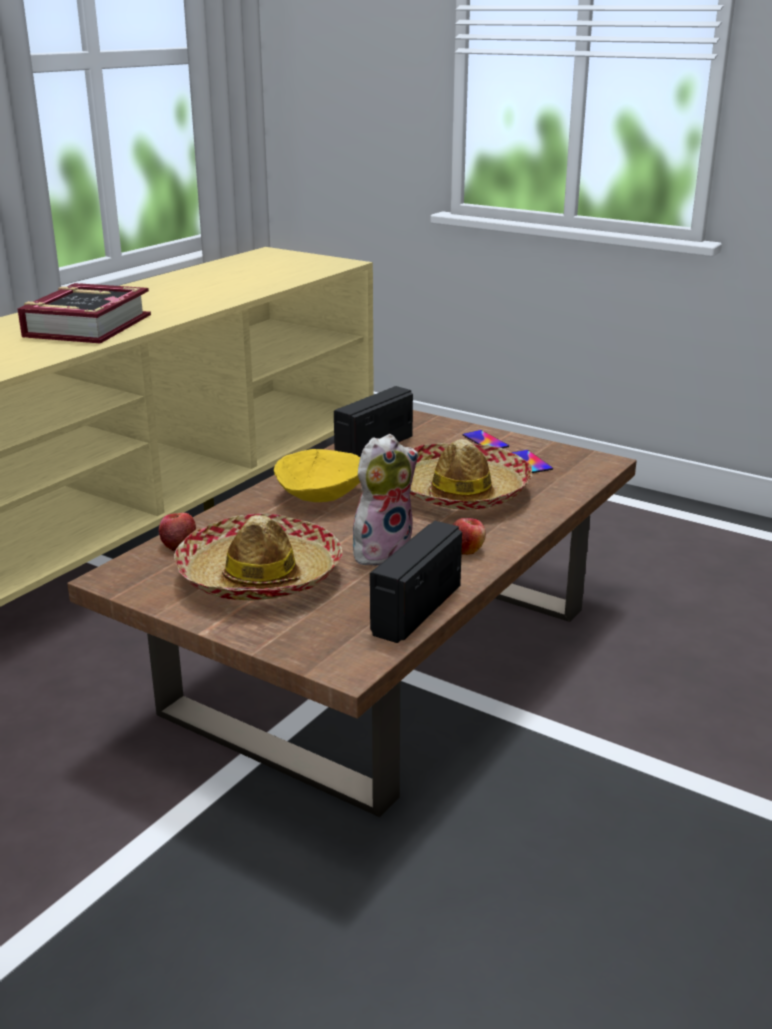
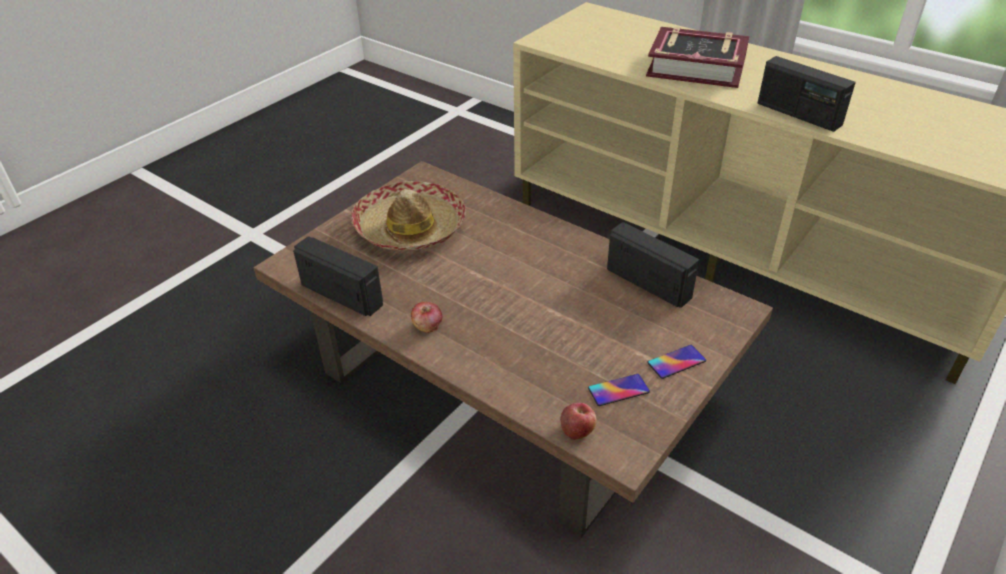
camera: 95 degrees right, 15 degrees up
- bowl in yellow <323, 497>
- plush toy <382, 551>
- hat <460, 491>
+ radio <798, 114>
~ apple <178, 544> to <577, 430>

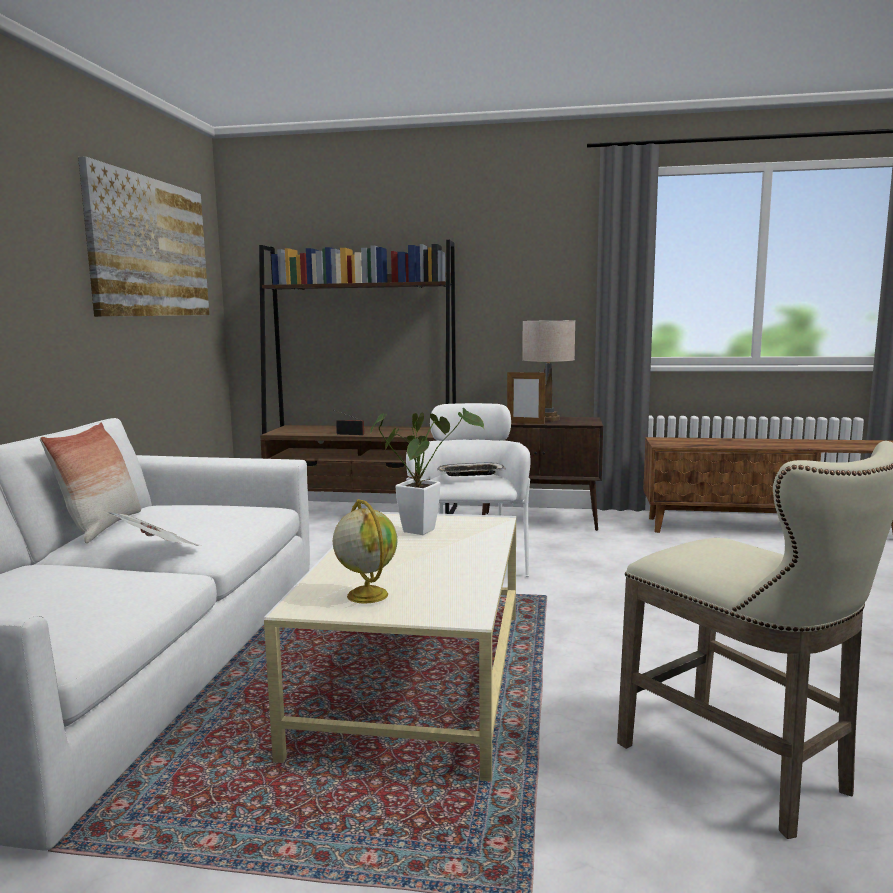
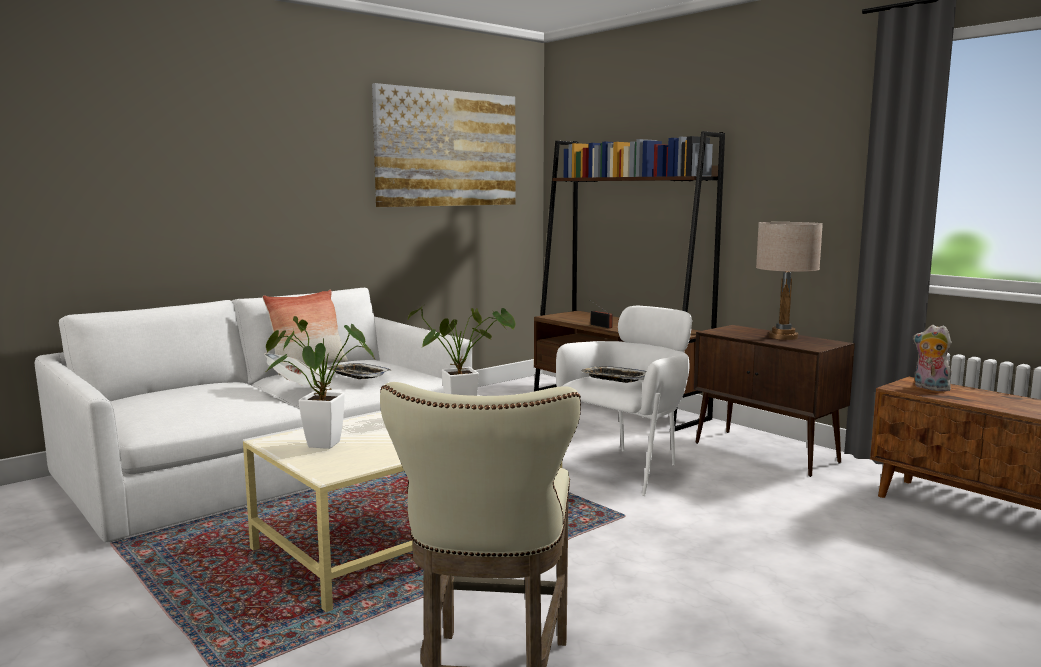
camera: 40 degrees right, 0 degrees up
- picture frame <525, 423>
+ tray <357, 375>
+ plush toy <929, 388>
~ globe <366, 595> to potted plant <317, 444>

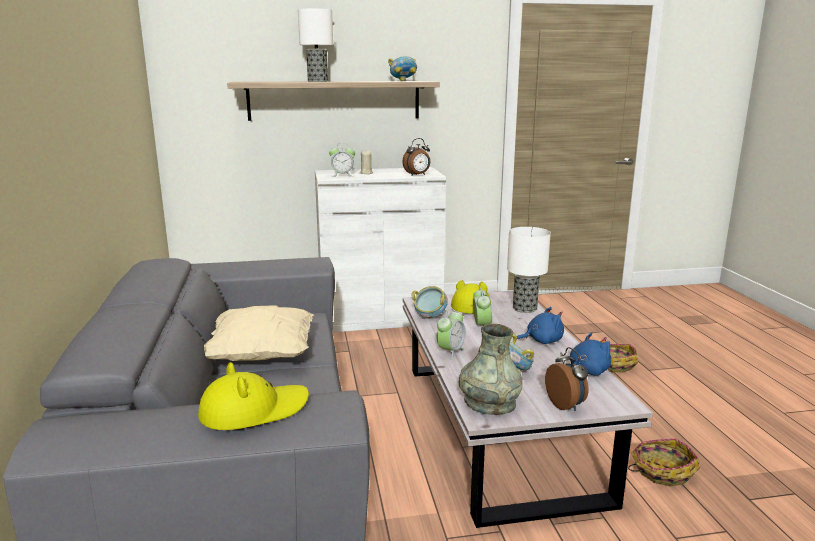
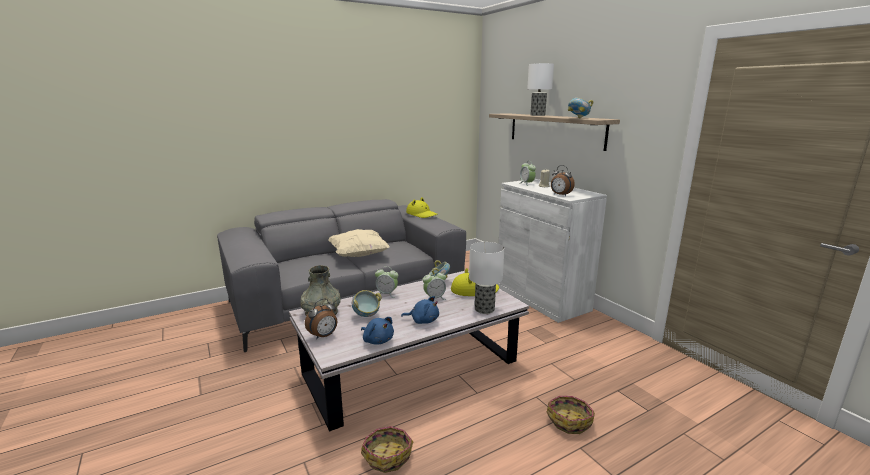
camera: 70 degrees right, 0 degrees up
~ hat in yellow <253, 410> to <421, 214>
~ plush toy in blue <541, 341> = <423, 320> 45 degrees counterclockwise

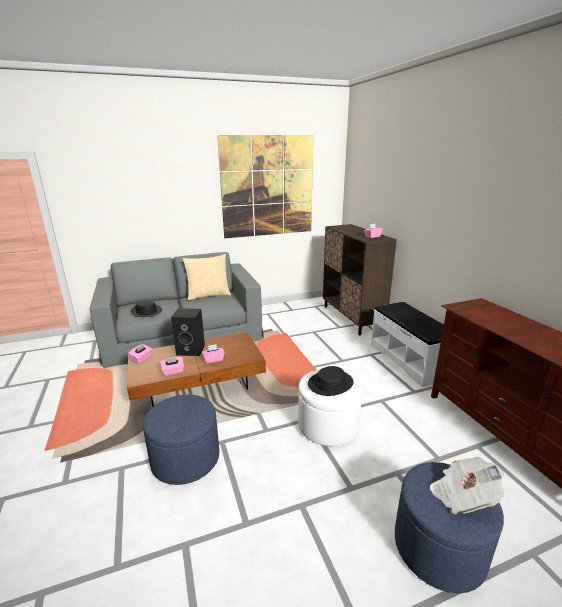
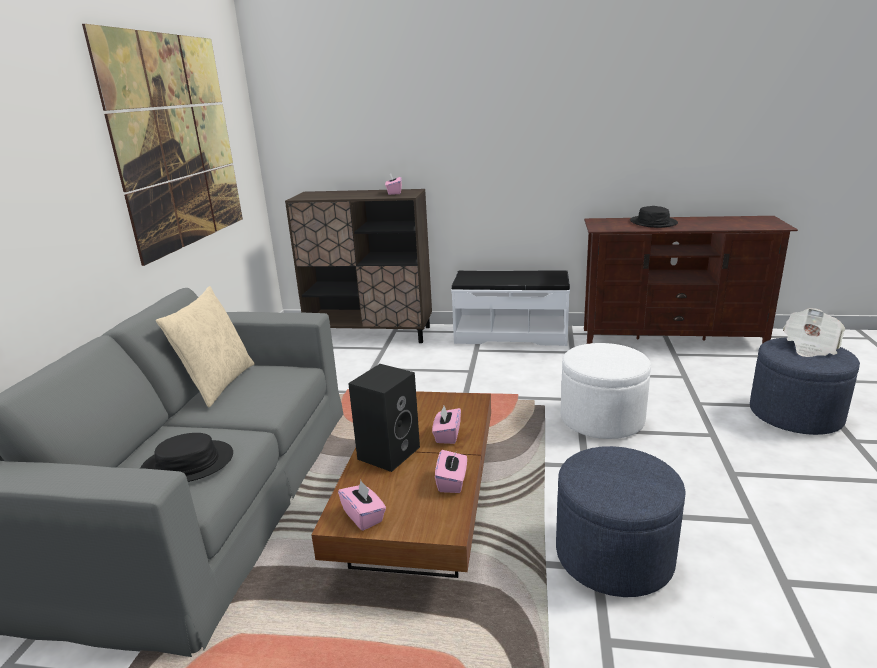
camera: 60 degrees left, 0 degrees up
~ hat in black <330, 383> to <653, 222>

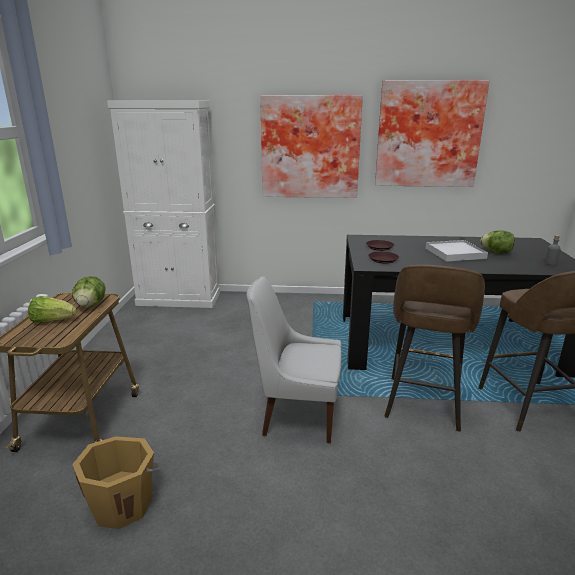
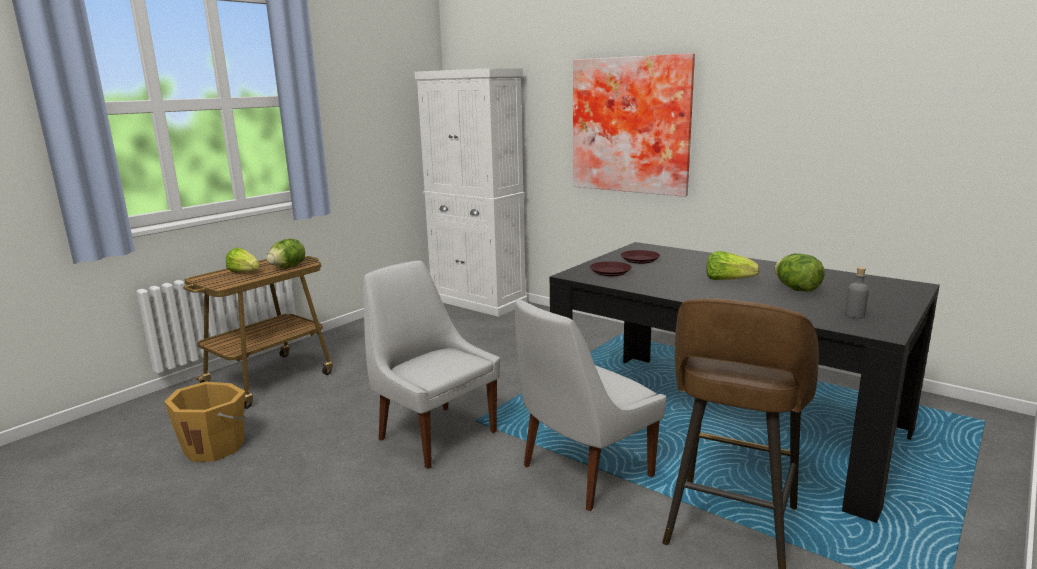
camera: 35 degrees right, 5 degrees down
- picture <428, 135>
~ stool in brown <422, 405> to chair in white <583, 473>
~ tray in white <454, 253> to lettuce <728, 280>

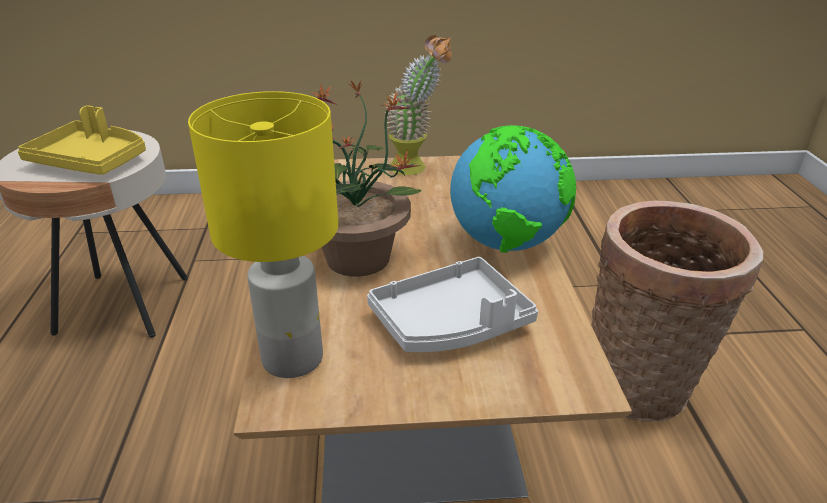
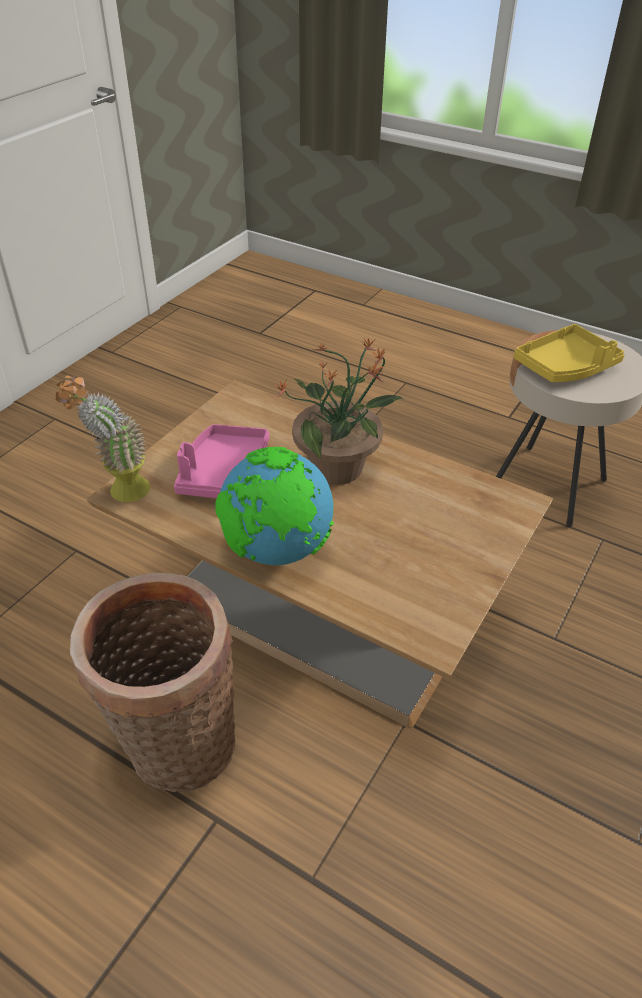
camera: 125 degrees right, 10 degrees up
- table lamp in yellow <292, 357>
~ potted plant <417, 168> to <120, 493>
~ tray in grey <451, 323> to tray in pink <224, 473>

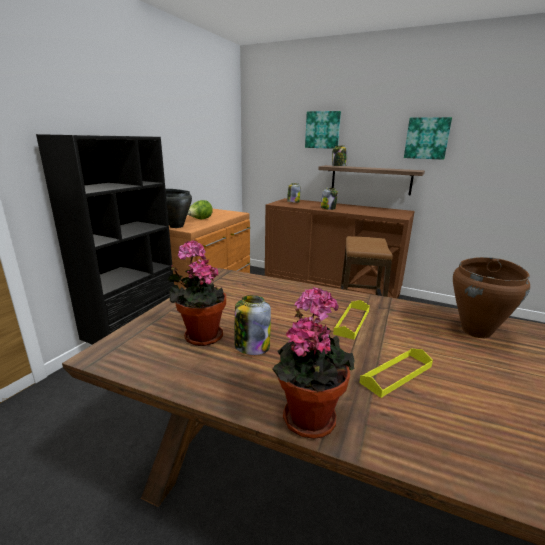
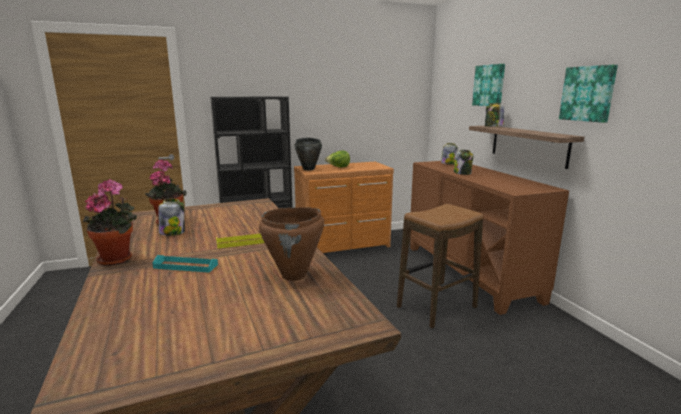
camera: 45 degrees right, 5 degrees down
~ tray in yellow <396, 374> to tray in turquoise <185, 266>

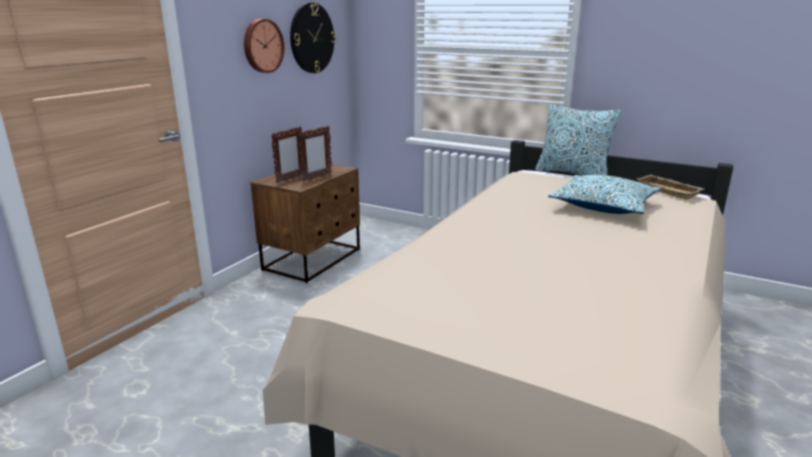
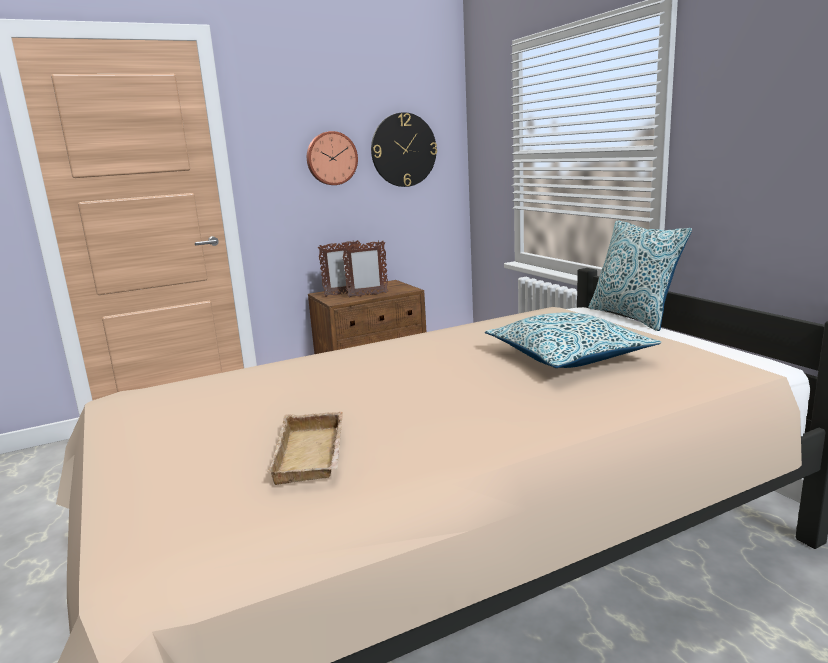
camera: 35 degrees right, 5 degrees down
~ tray in beige <669, 191> to <313, 455>

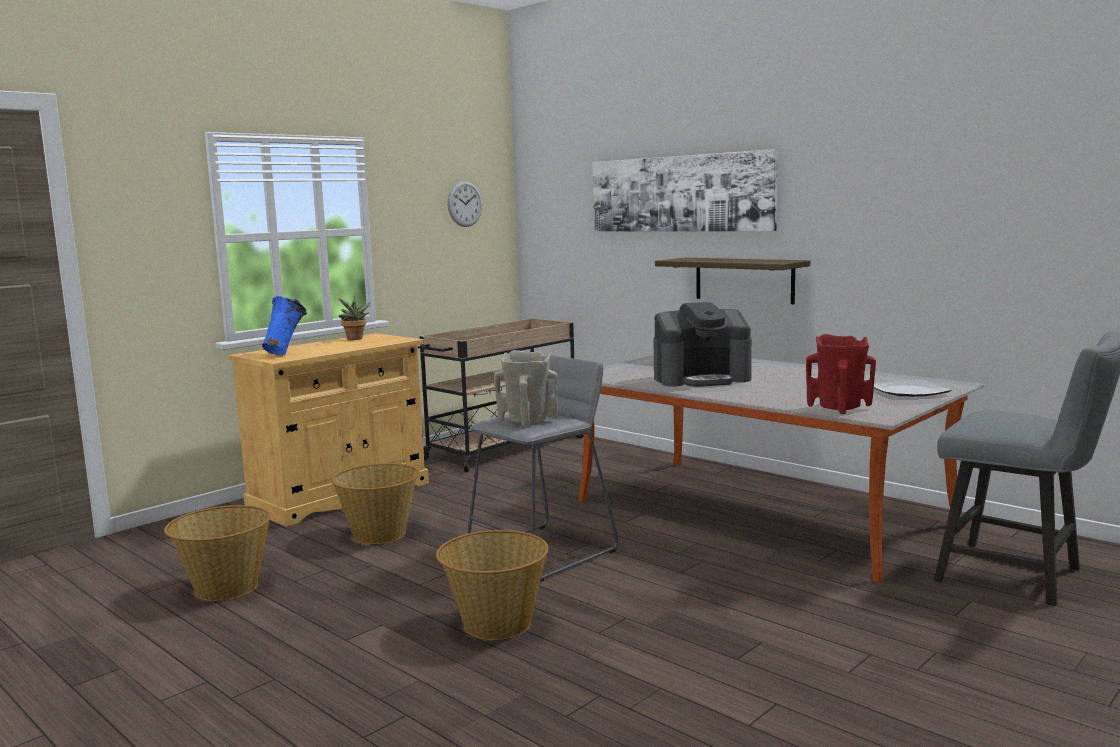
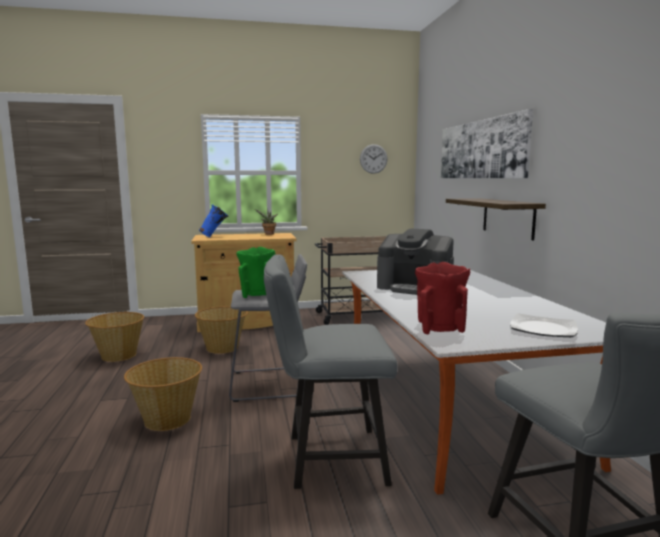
camera: 35 degrees right, 0 degrees up
+ chair in grey <327, 459>
~ vase in beige <527, 421> to vase in green <257, 294>

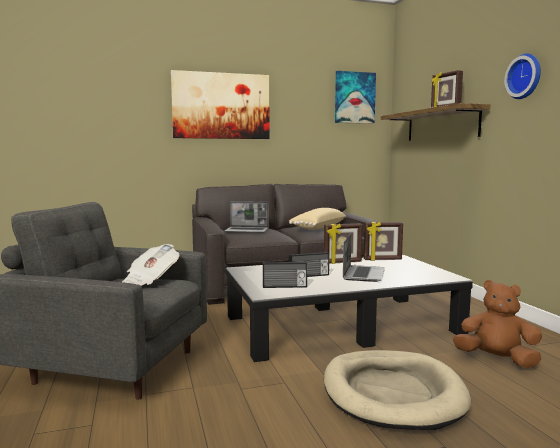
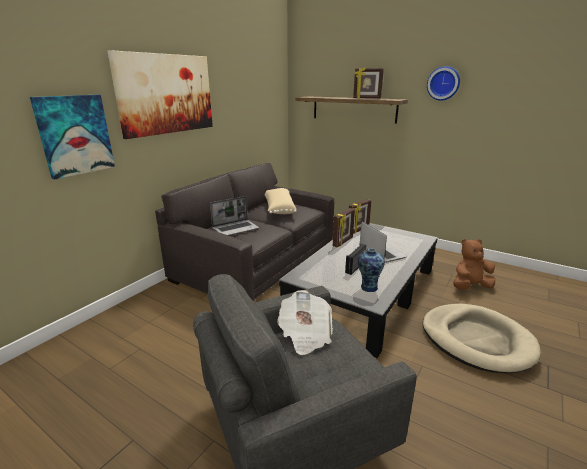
camera: 40 degrees left, 15 degrees up
~ picture <354, 98> to <75, 135>
~ radio <284, 286> to vase <368, 287>

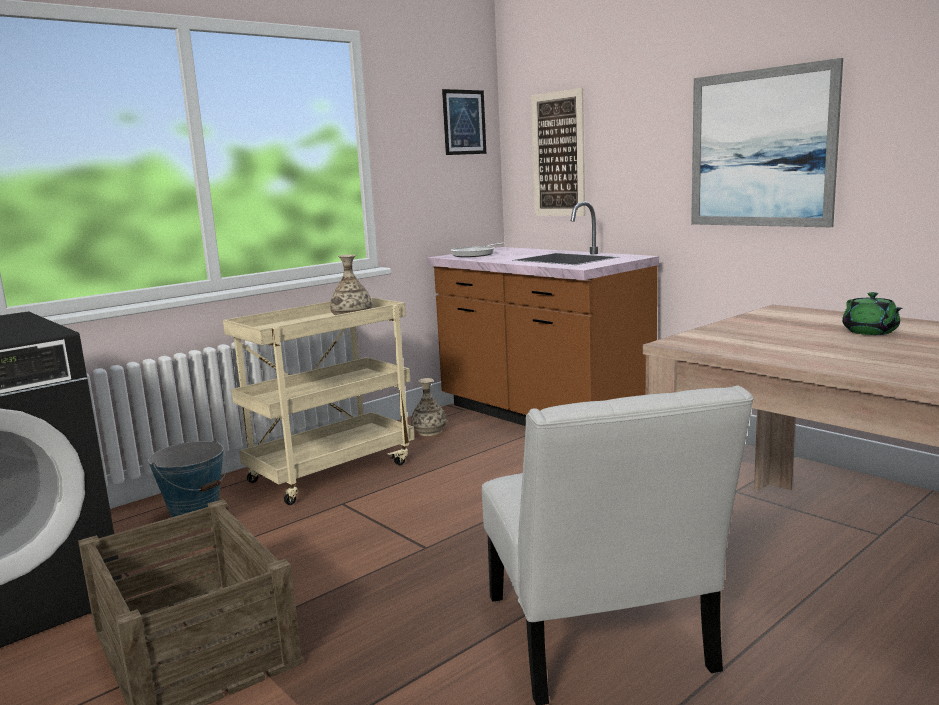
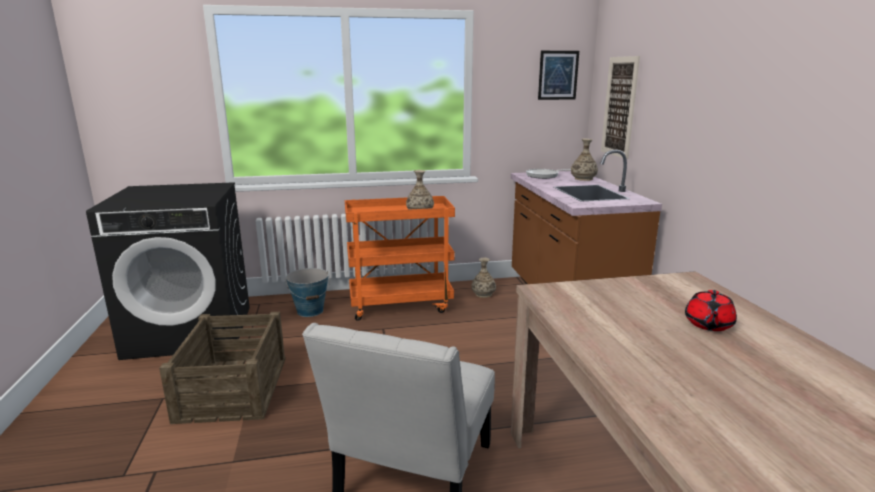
camera: 30 degrees right, 5 degrees up
- picture <761, 149>
+ vase <583, 179>
~ cart in beige <332, 471> to cart in orange <401, 305>
~ teapot in green <870, 332> to teapot in red <708, 324>

